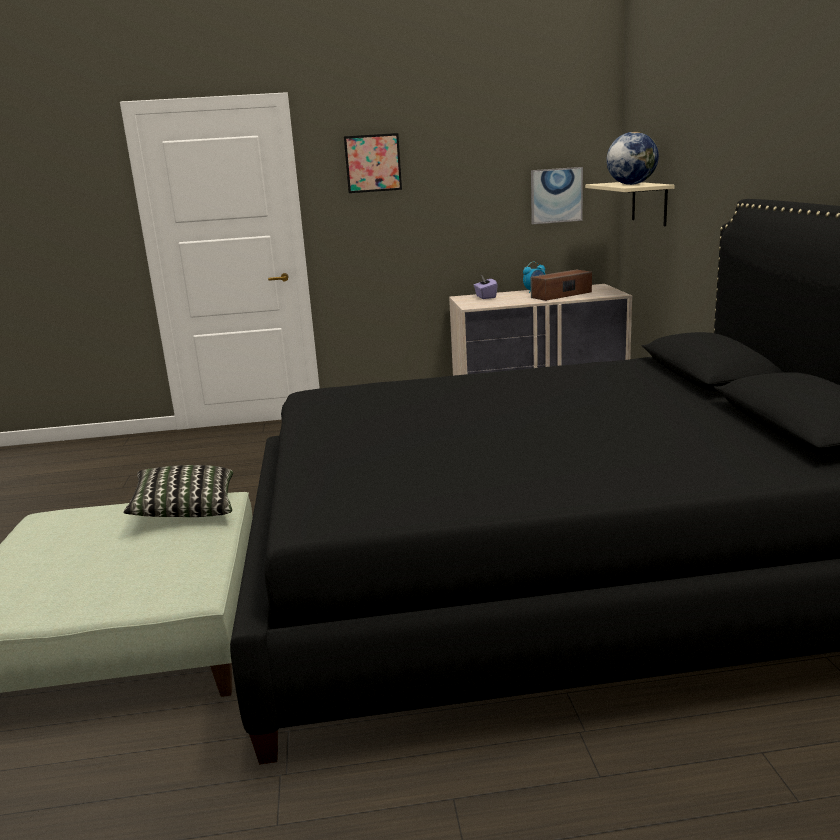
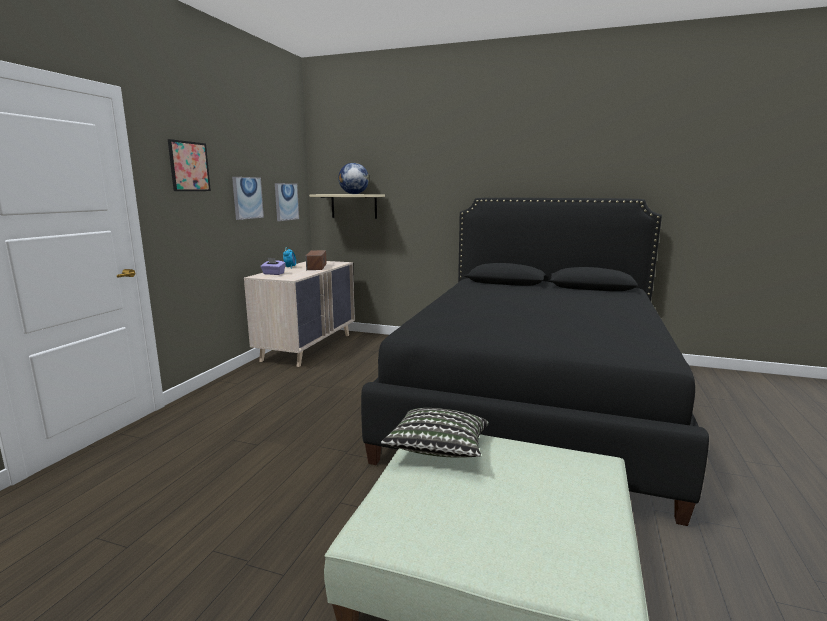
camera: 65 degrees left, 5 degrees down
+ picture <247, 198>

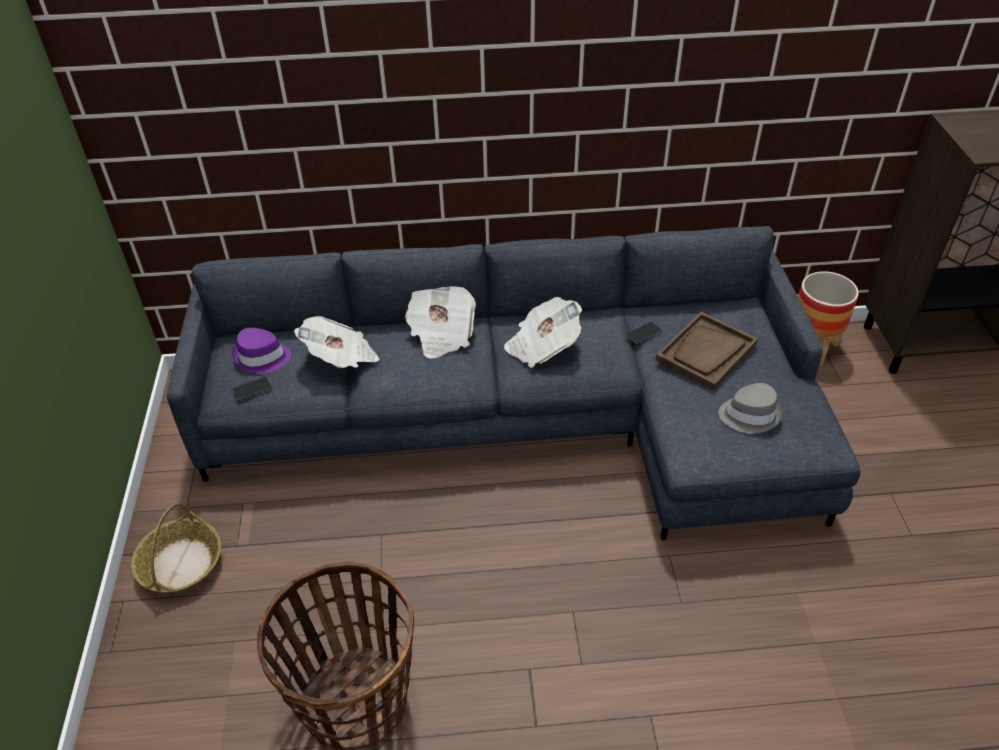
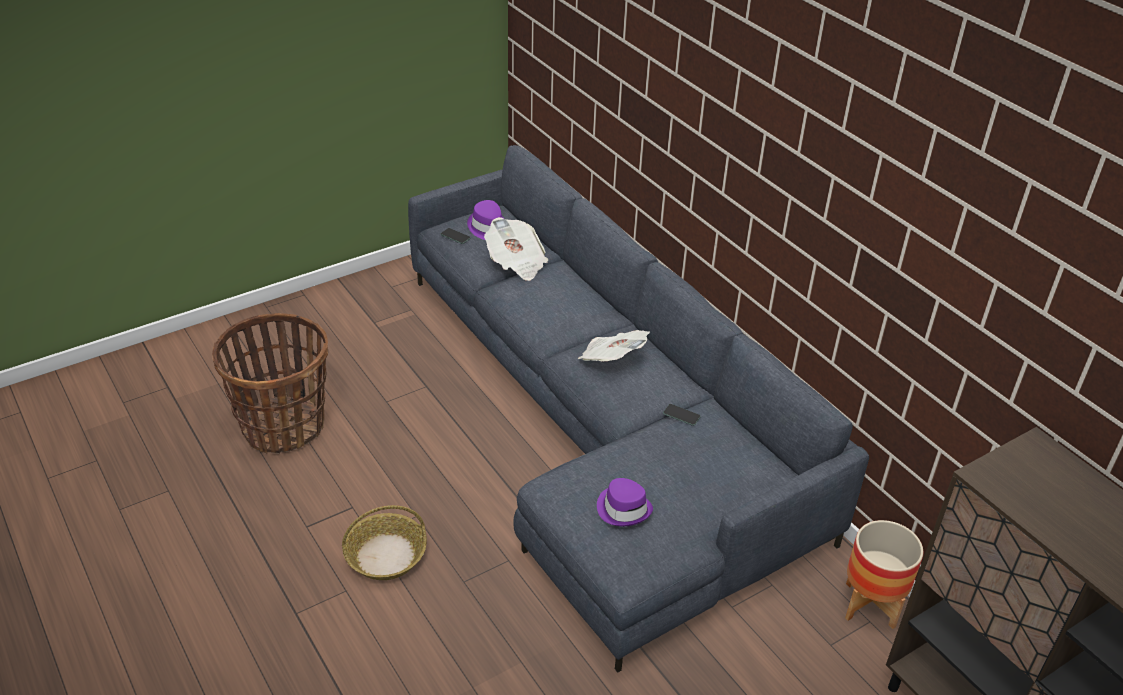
camera: 60 degrees right, 5 degrees down
- newspaper <441, 333>
- tray in brown <706, 352>
~ basket <181, 563> to <386, 555>
~ hat in grey <749, 414> to hat in purple <624, 508>

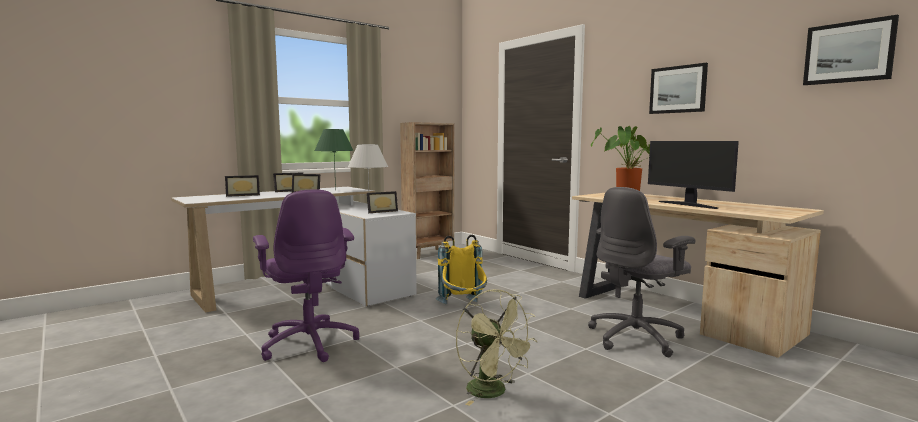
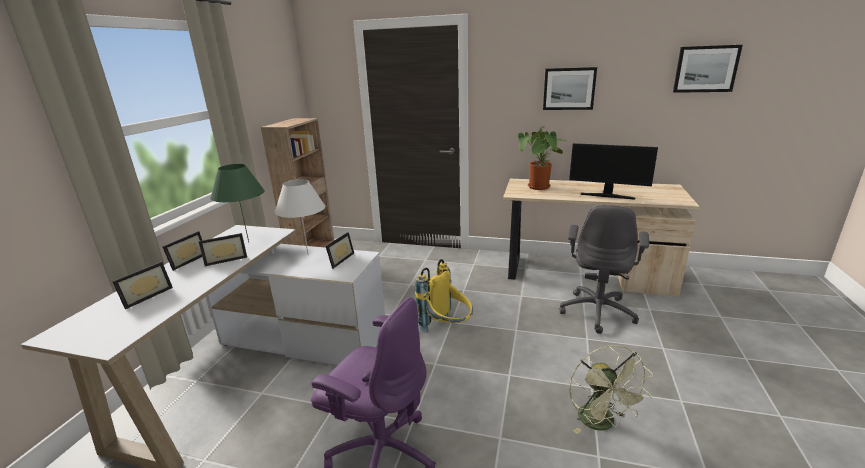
camera: 35 degrees left, 15 degrees up
~ fan in green <493, 392> = <601, 424> 60 degrees clockwise

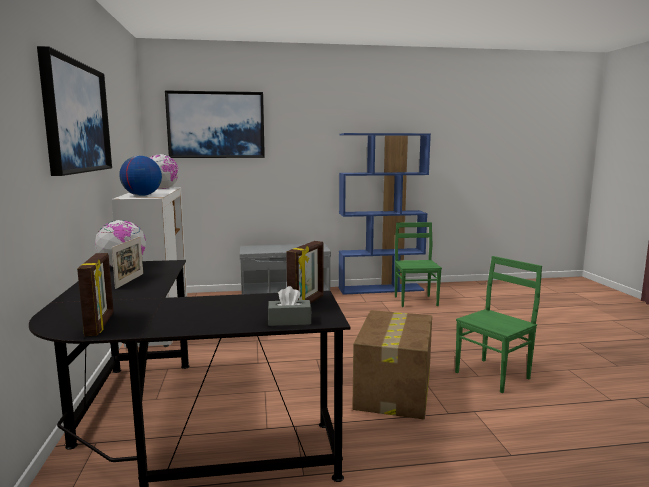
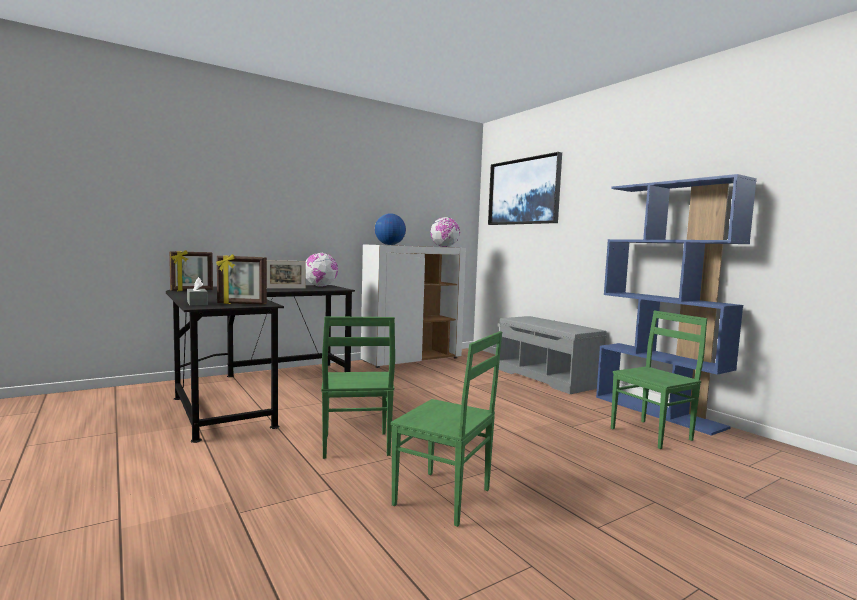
camera: 65 degrees right, 5 degrees down
- picture <76, 118>
~ cardboard box <393, 391> to chair in green <354, 445>

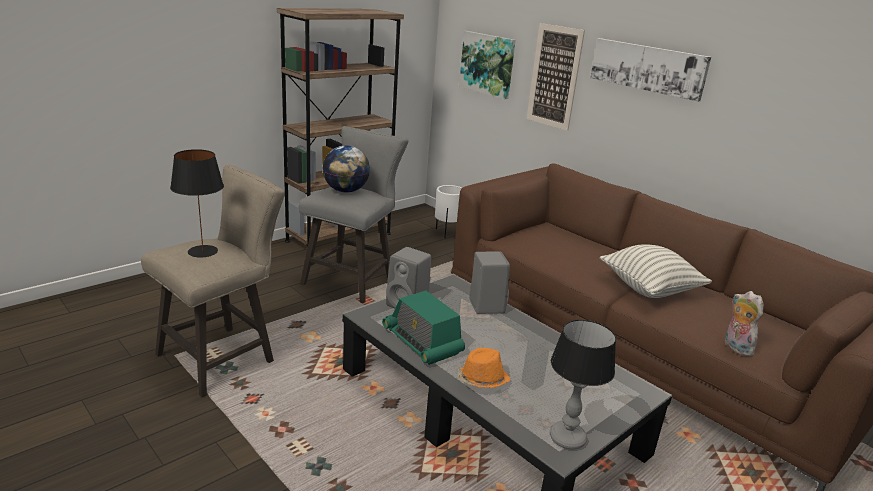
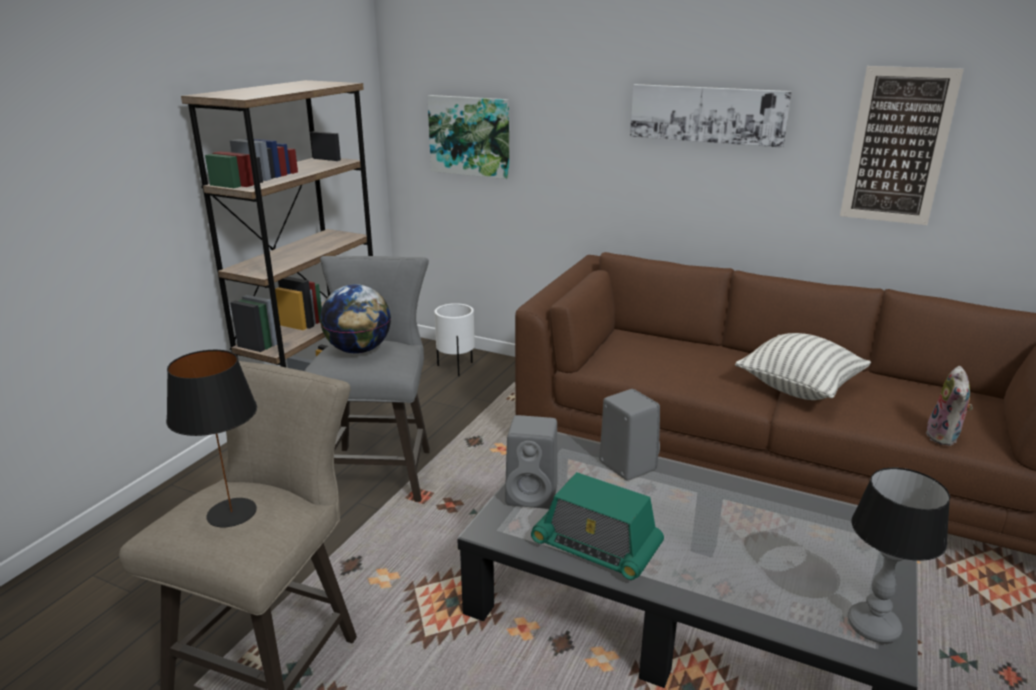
camera: 20 degrees left, 0 degrees up
- hat in orange <482, 380>
~ picture <554, 77> to <897, 146>
~ plush toy <735, 347> = <945, 437> 120 degrees counterclockwise

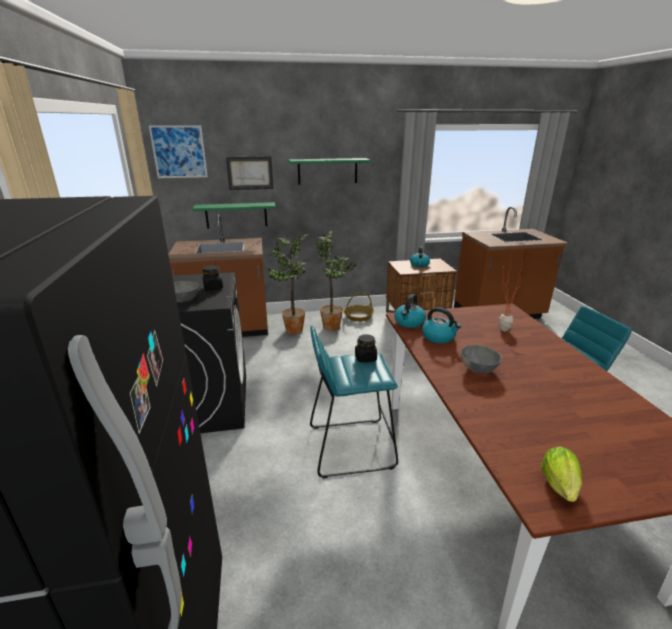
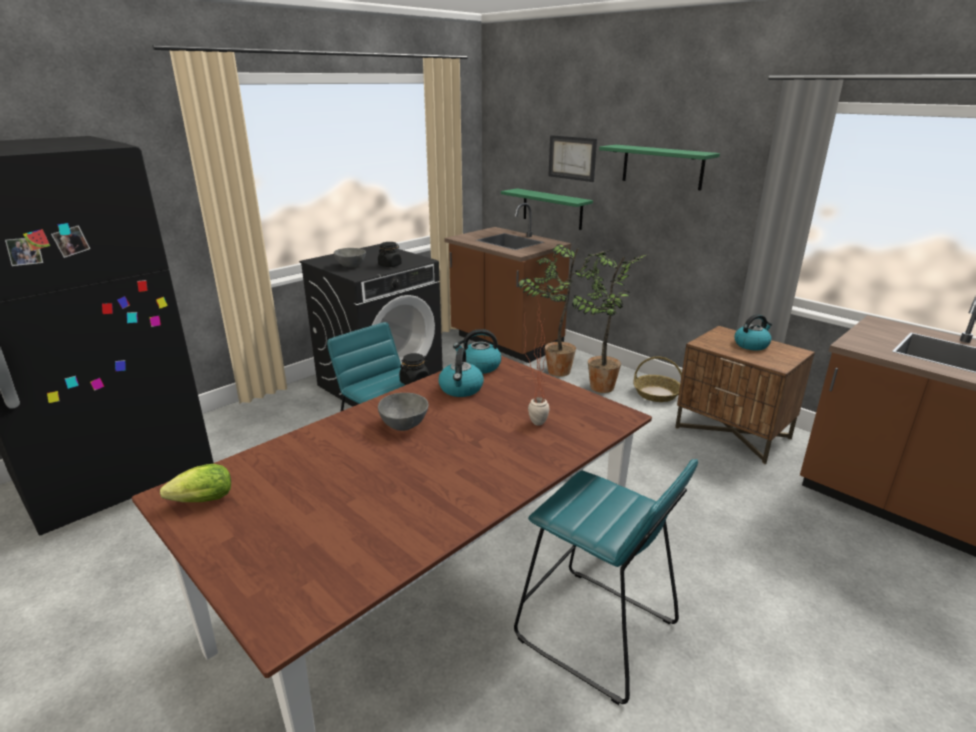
camera: 55 degrees right, 0 degrees up
- picture <179, 152>

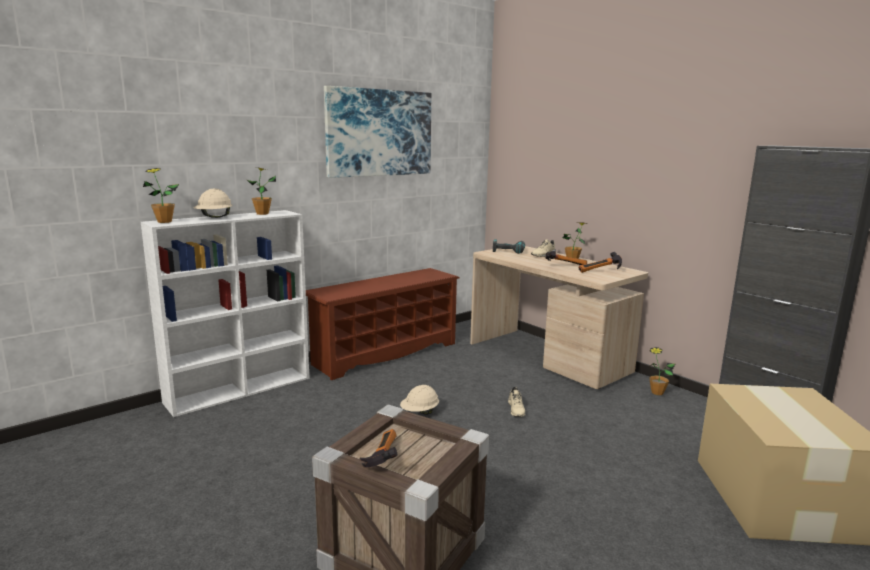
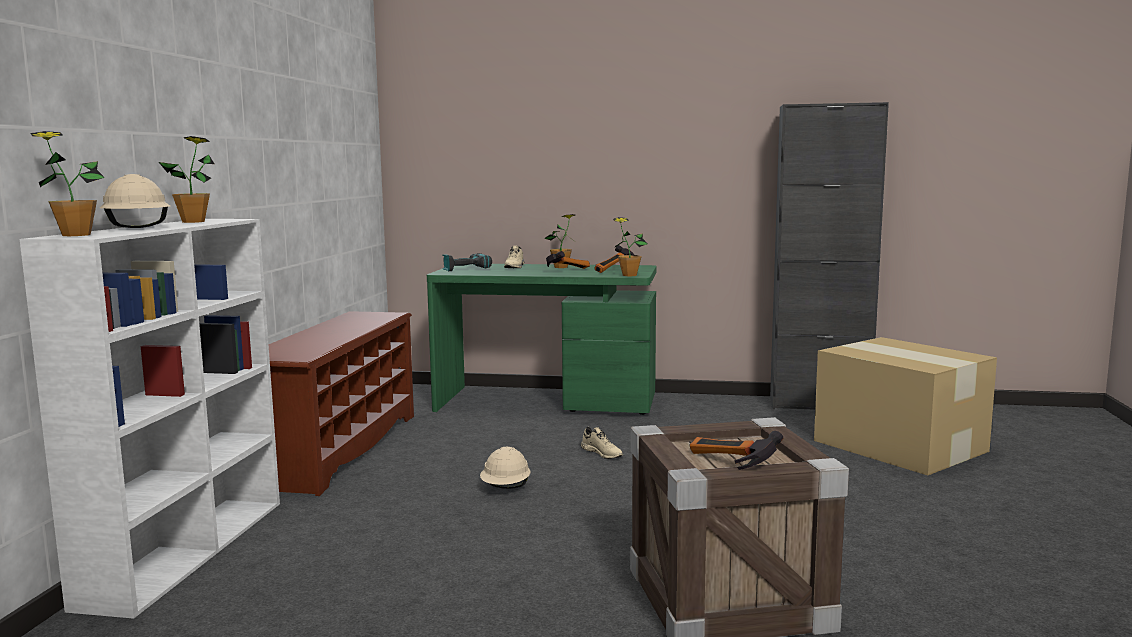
camera: 40 degrees left, 5 degrees down
- picture <379, 133>
~ potted plant <657, 392> to <629, 275>
~ desk in beige <548, 357> to desk in green <547, 402>

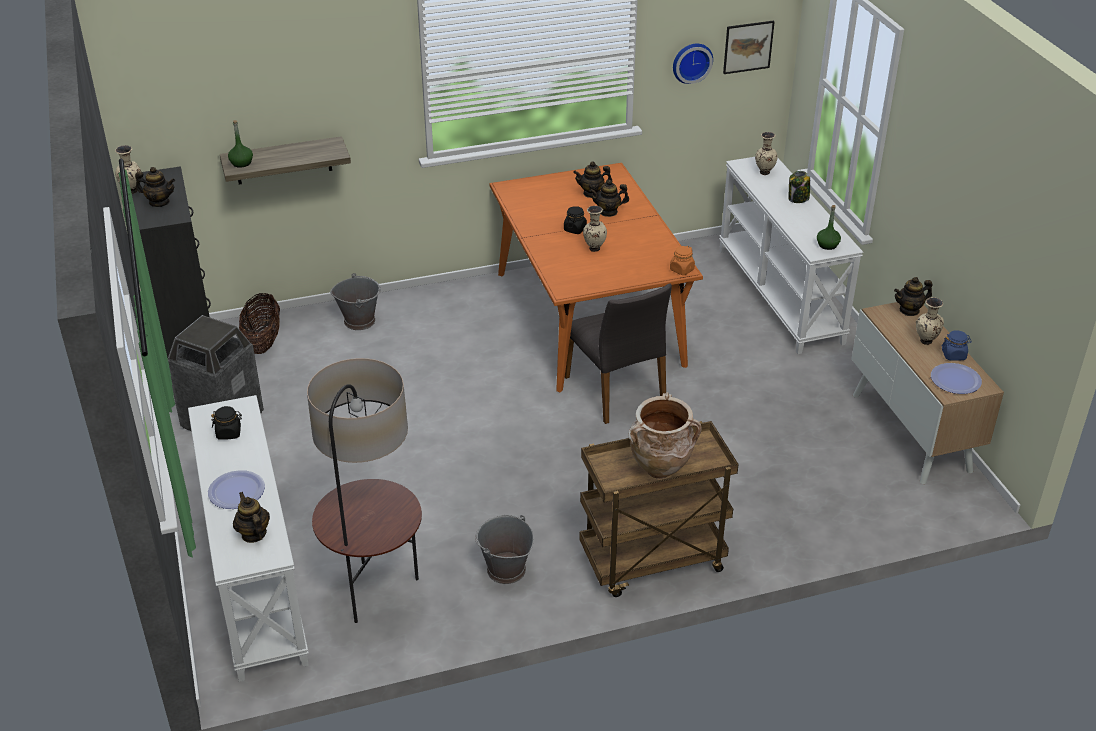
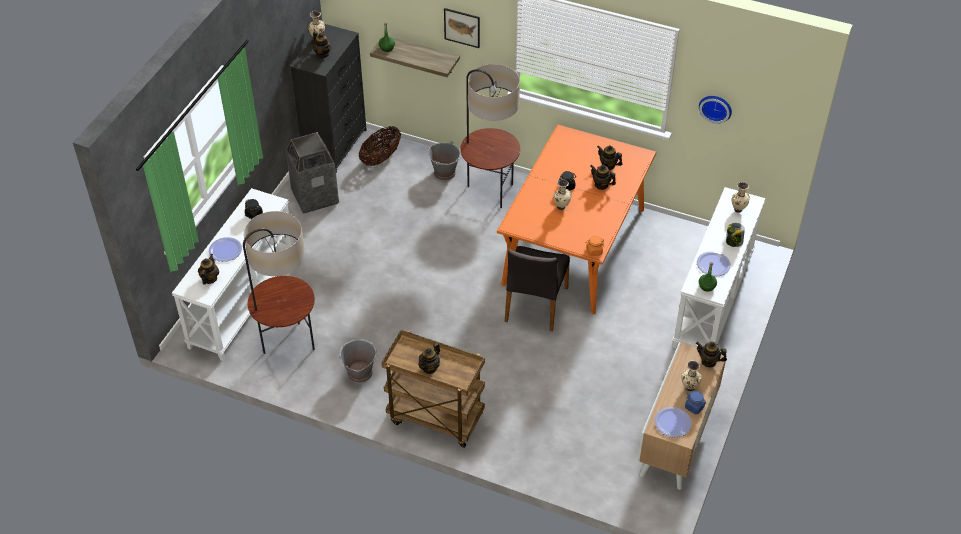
camera: 40 degrees right, 10 degrees up
+ floor lamp <490, 192>
+ plate <713, 264>
~ picture <748, 47> to <462, 27>
~ vase in beige <660, 469> to teapot <430, 367>

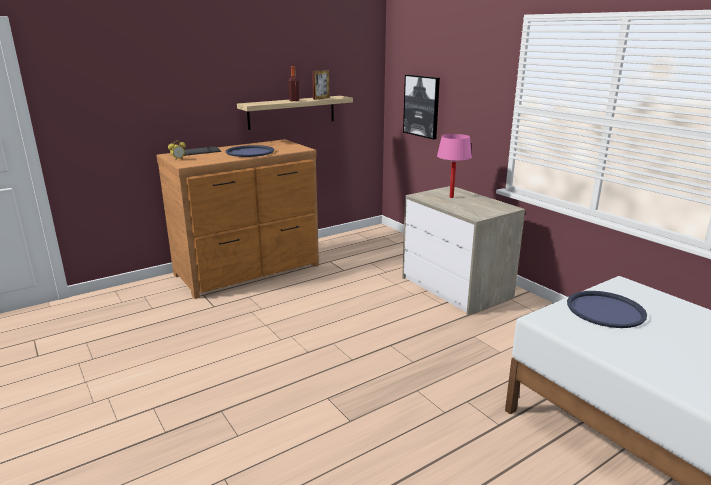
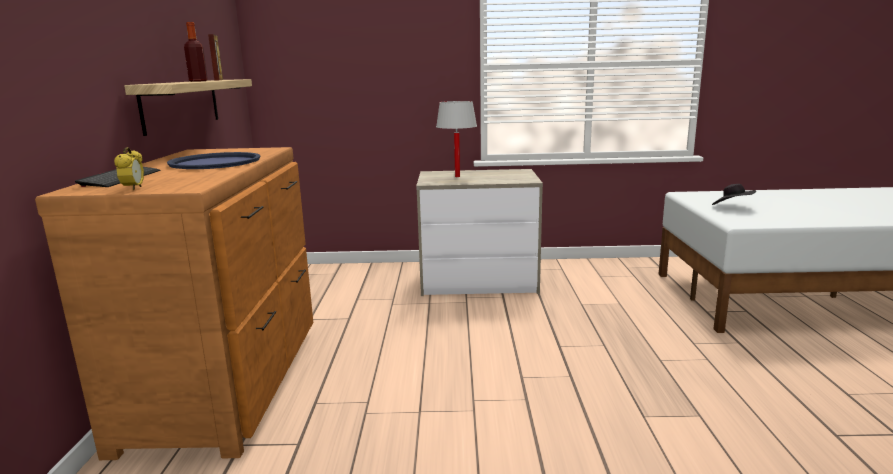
camera: 55 degrees left, 5 degrees down
- picture <422, 106>
~ tray in blue <605, 310> to hat in black <732, 207>
~ table lamp in pink <451, 197> to table lamp in white <457, 176>

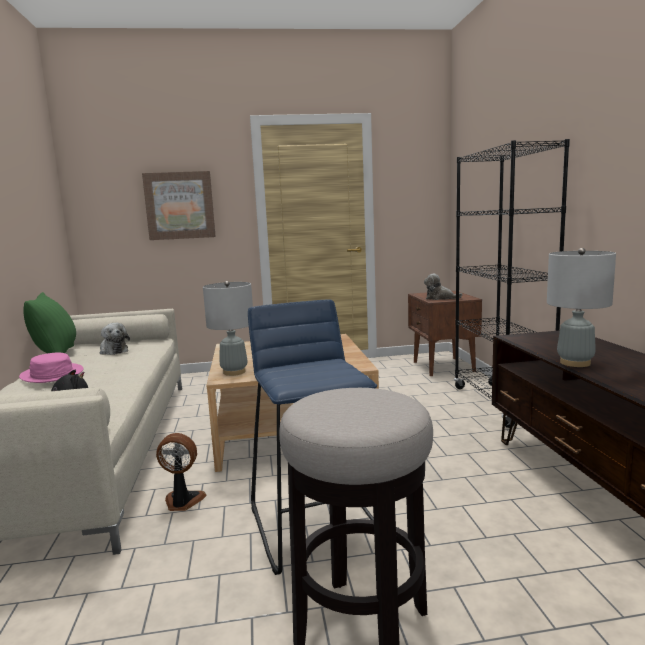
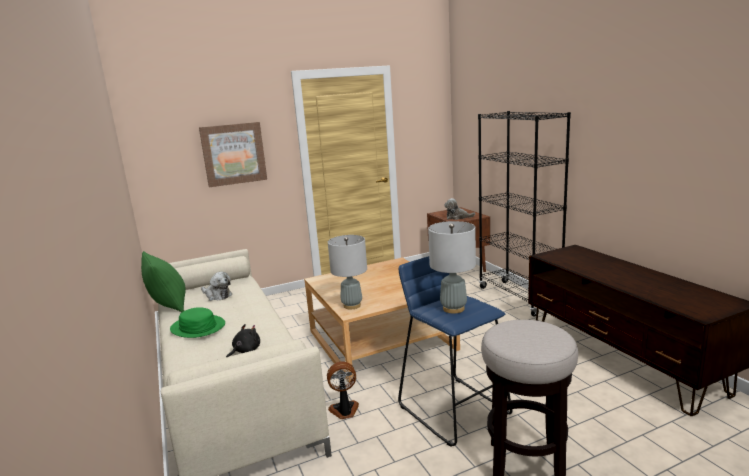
camera: 15 degrees left, 5 degrees up
~ table lamp in grey <575, 363> to <453, 308>
~ hat in pink <52, 374> to hat in green <197, 327>

